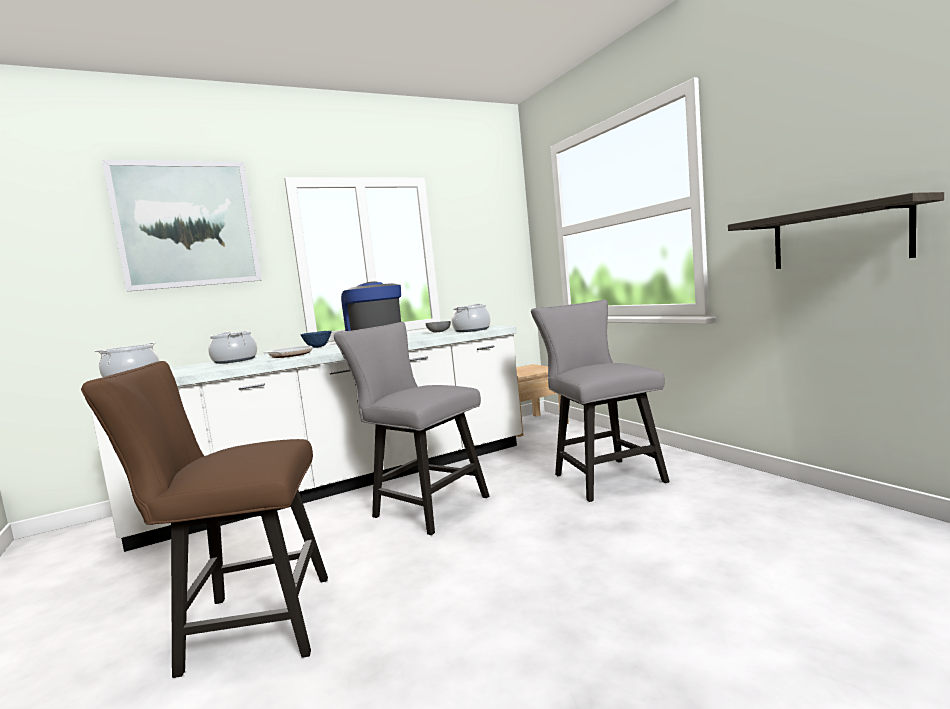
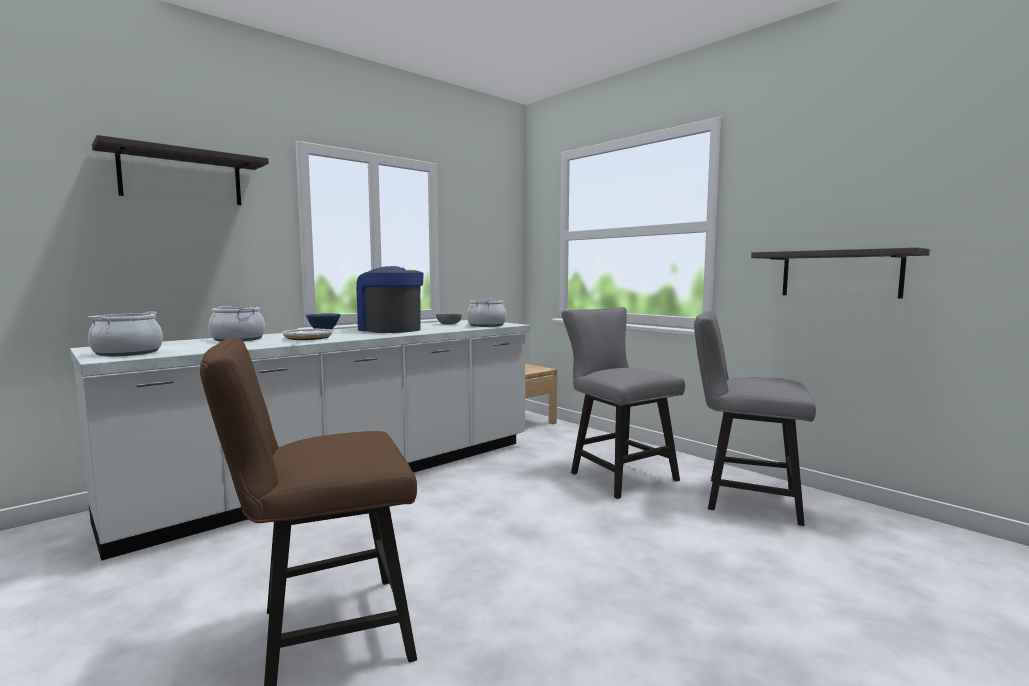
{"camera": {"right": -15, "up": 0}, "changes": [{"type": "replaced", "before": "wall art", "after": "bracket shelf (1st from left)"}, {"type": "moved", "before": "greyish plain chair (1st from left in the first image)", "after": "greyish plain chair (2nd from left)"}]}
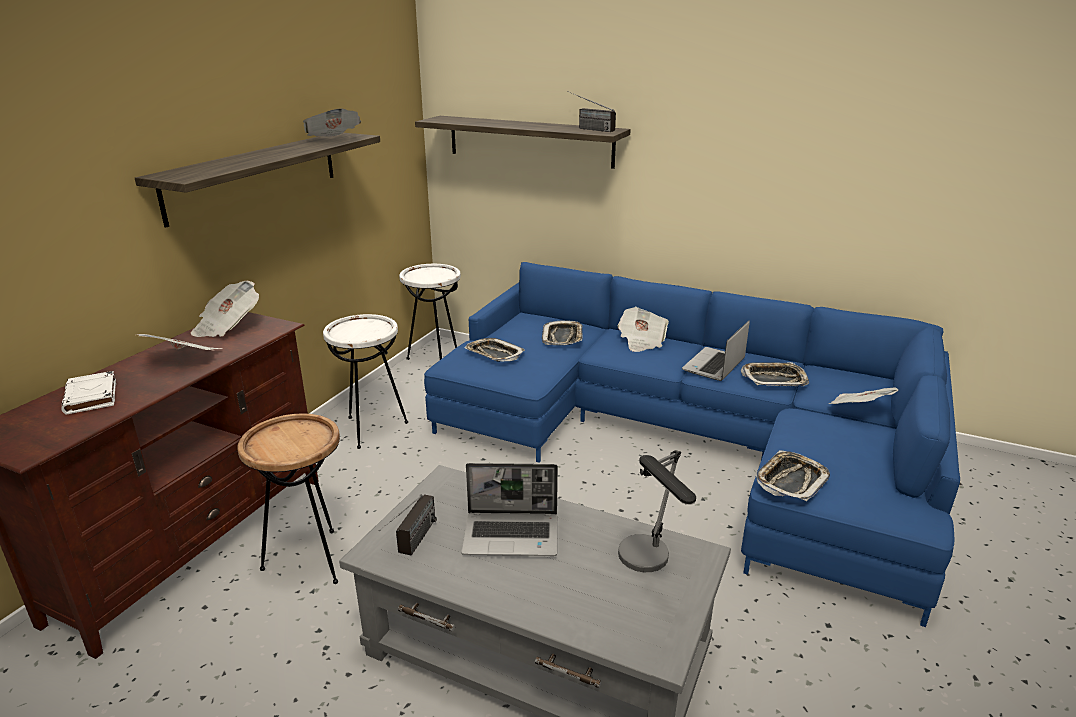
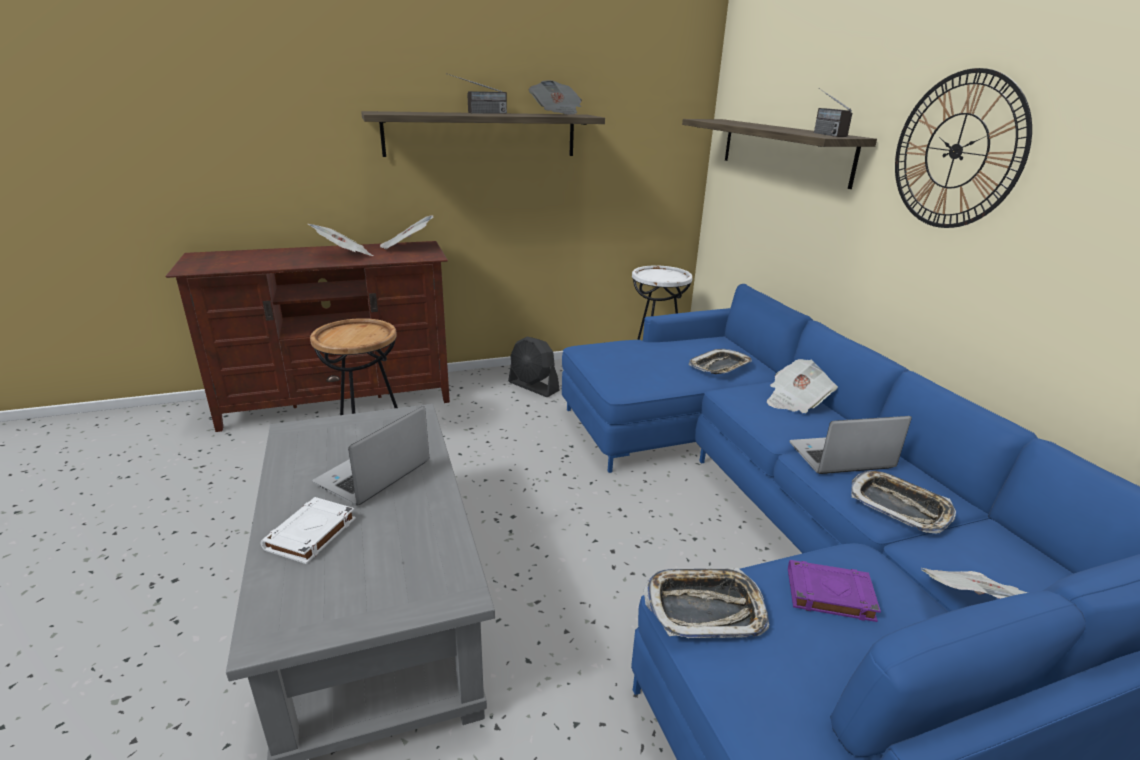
{"camera": {"right": 45, "up": 0}, "changes": [{"type": "moved", "before": "whitish volume"}, {"type": "replaced", "before": "whitish accent table (1st from left)", "after": "black cooling fan"}, {"type": "moved", "before": "radio set (1st from left)"}, {"type": "turned", "before": "notebook computer (1st from left)", "turn": 75}, {"type": "removed", "before": "carrying tray (1st from left)"}, {"type": "removed", "before": "lamp for a table"}, {"type": "added", "after": "purple-coloured volume"}, {"type": "added", "after": "hanging clock"}]}
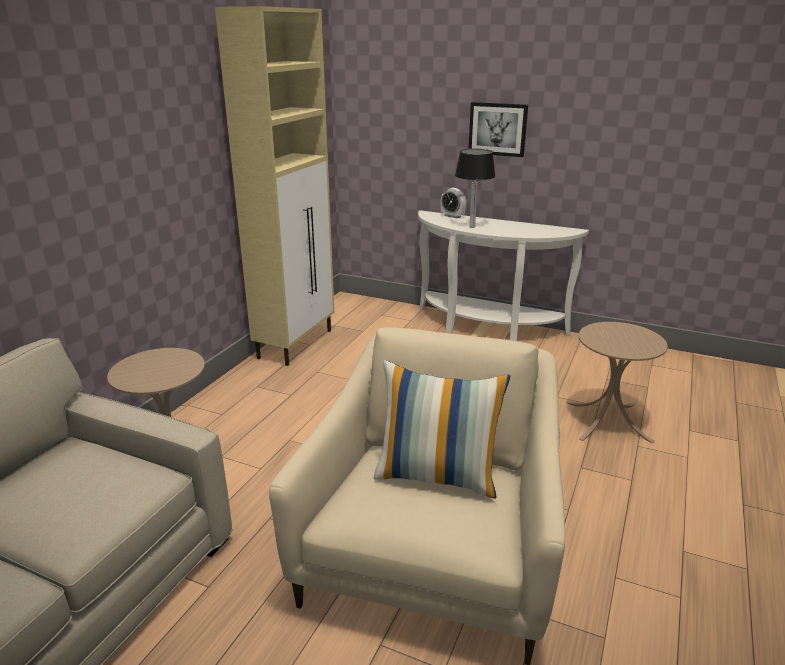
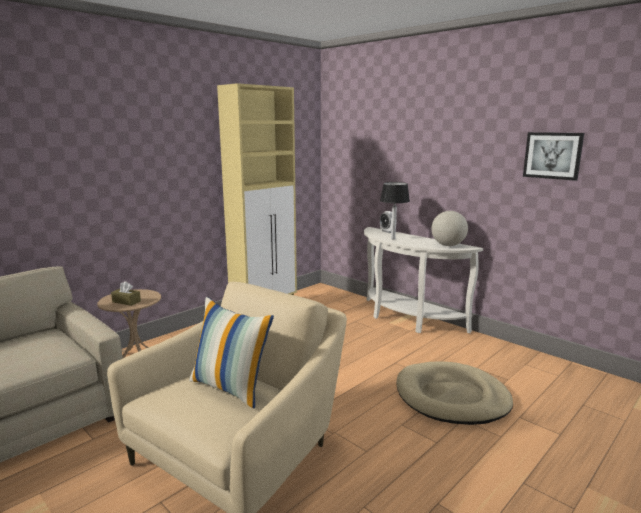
{"camera": {"right": 20, "up": -10}, "changes": [{"type": "moved", "before": "wall art"}, {"type": "replaced", "before": "beige-coloured accent table (2nd from left)", "after": "beige-coloured dog bed"}, {"type": "added", "after": "brownish tissue box"}, {"type": "added", "after": "desk globe"}]}
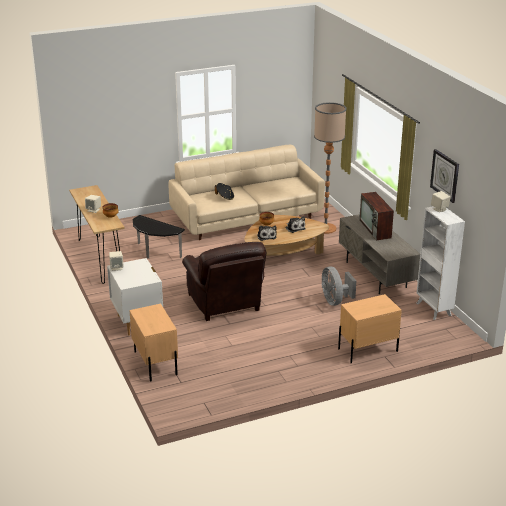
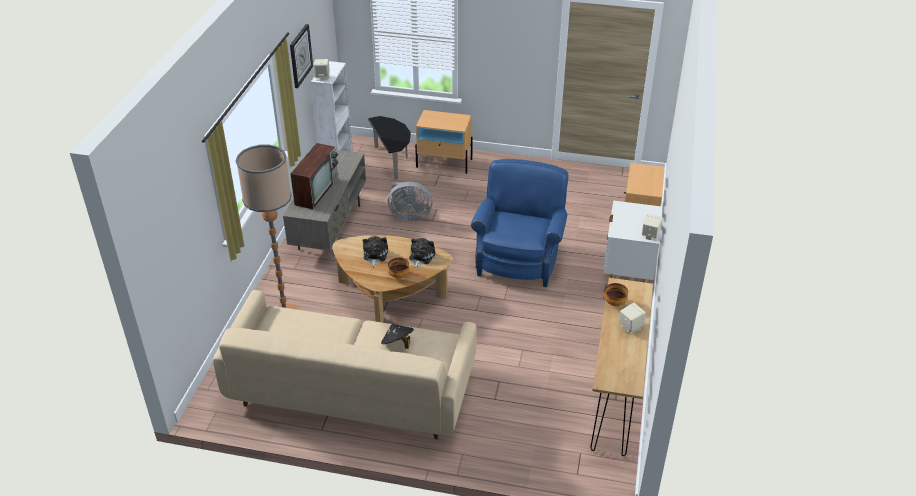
{"camera": {"right": -145, "up": 10}, "changes": [{"type": "moved", "before": "accent table"}, {"type": "recoloured", "before": "brownish easy chair", "after": "bluish easy chair"}, {"type": "turned", "before": "greyish cooling fan", "turn": 75}]}
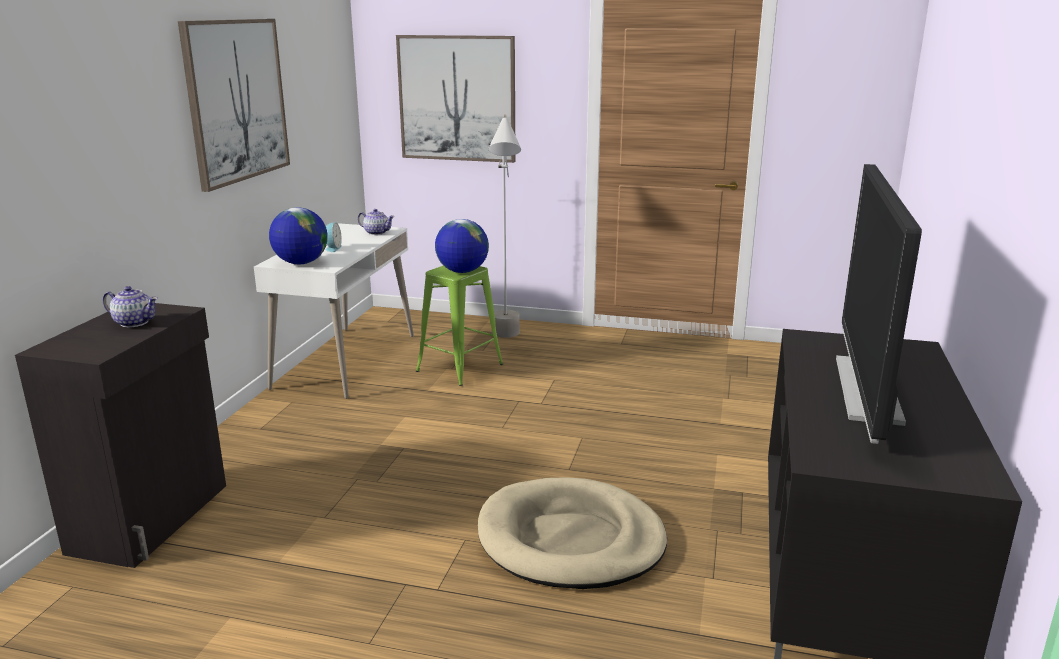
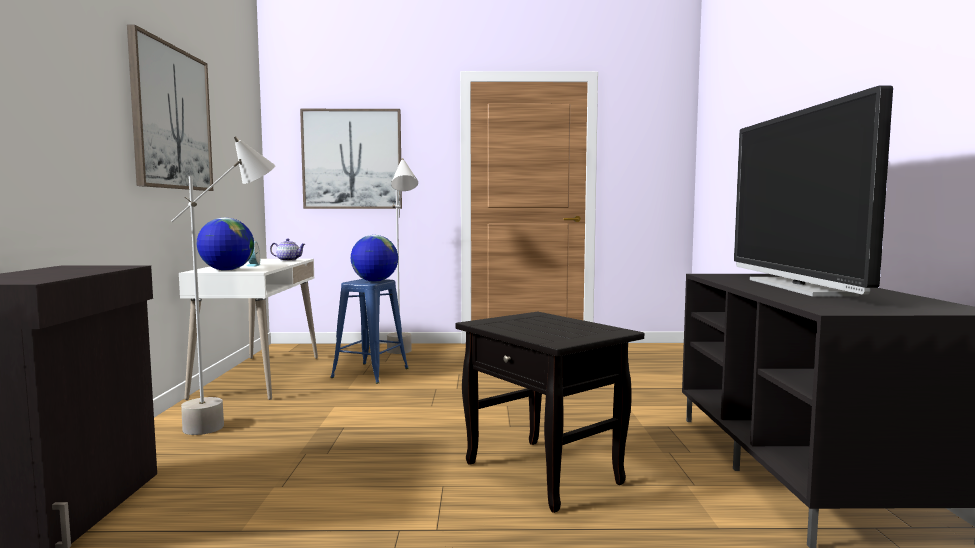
{"camera": {"right": -15, "up": -15}, "changes": [{"type": "removed", "before": "tea pot (1st from left)"}, {"type": "recoloured", "before": "green-coloured stool", "after": "bluish stool"}, {"type": "replaced", "before": "beige-coloured dog bed", "after": "black accent table"}, {"type": "added", "after": "greyish standard lamp (1st from left)"}]}
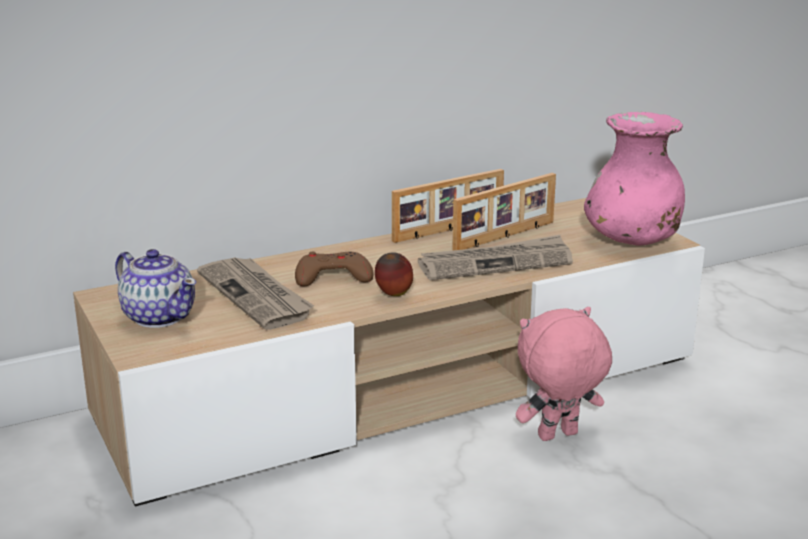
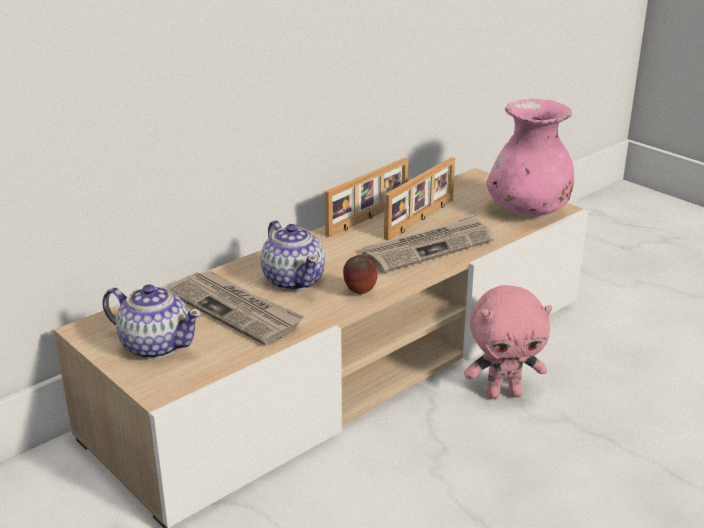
{"camera": {"right": -15, "up": 5}, "changes": [{"type": "replaced", "before": "brownish game controller", "after": "tea pot (2nd from left)"}, {"type": "turned", "before": "pink soft toy", "turn": -150}]}
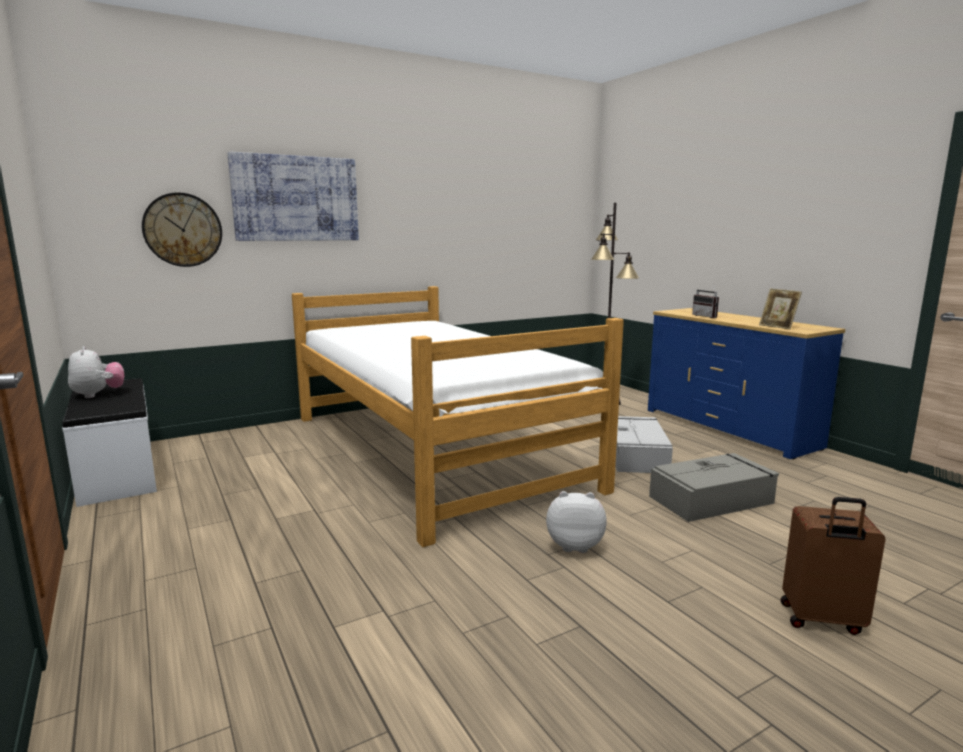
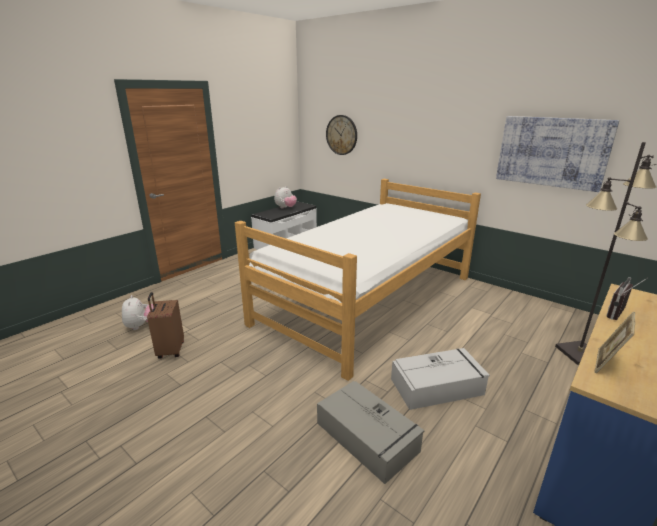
{"camera": {"right": 70, "up": 10}, "changes": [{"type": "moved", "before": "wall art"}, {"type": "moved", "before": "soft toy (2nd from left in the first image)", "after": "soft toy (1st from left)"}, {"type": "moved", "before": "brownish suitcase"}]}
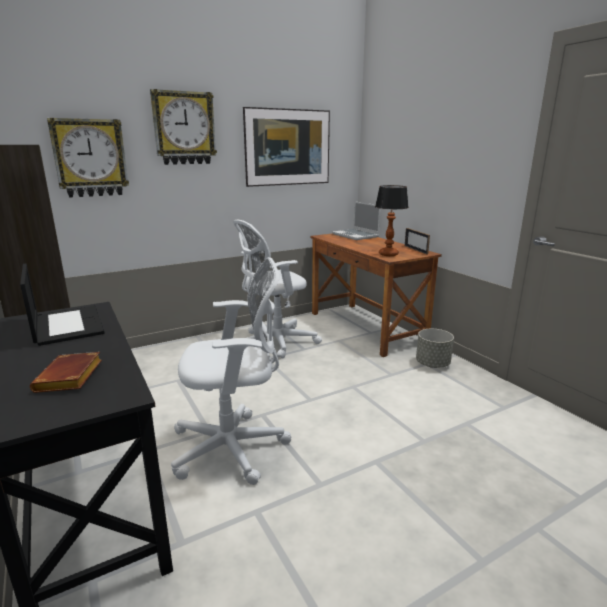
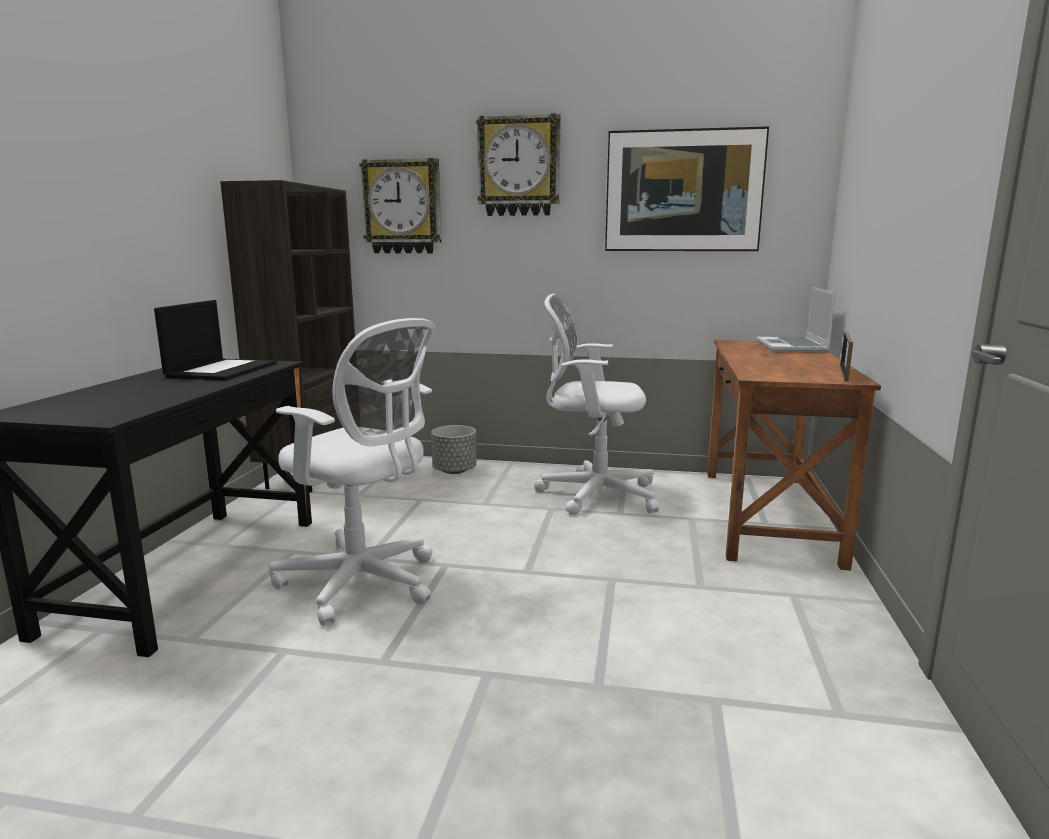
{"camera": {"right": 40, "up": -5}, "changes": [{"type": "removed", "before": "brownish volume"}, {"type": "removed", "before": "lamp for a table"}, {"type": "moved", "before": "greyish plant pot"}]}
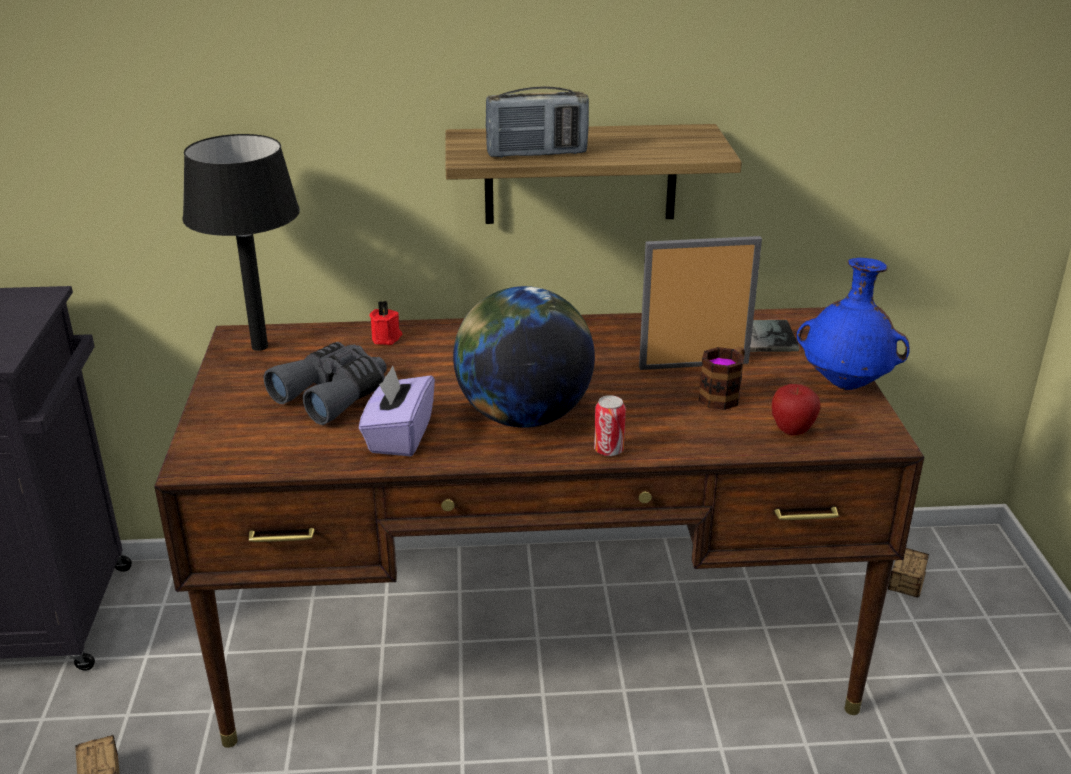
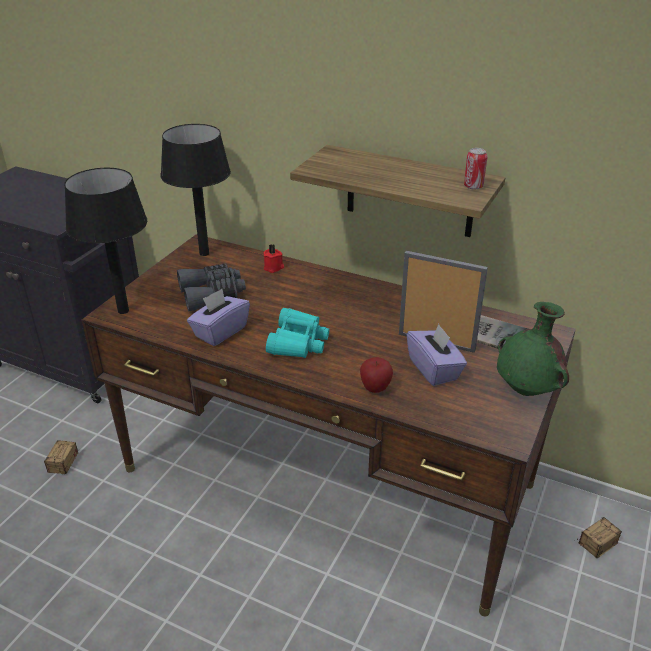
{"camera": {"right": 30, "up": 5}, "changes": [{"type": "replaced", "before": "desk globe", "after": "turquoise-coloured pair of binoculars"}, {"type": "removed", "before": "radio set"}, {"type": "moved", "before": "metal can"}, {"type": "replaced", "before": "coffee mug", "after": "purple-coloured tissue box (2nd from left)"}, {"type": "moved", "before": "whole apple"}, {"type": "recoloured", "before": "bluish flower vase", "after": "green-coloured flower vase"}, {"type": "added", "after": "black lamp for a table (1st from left)"}]}
